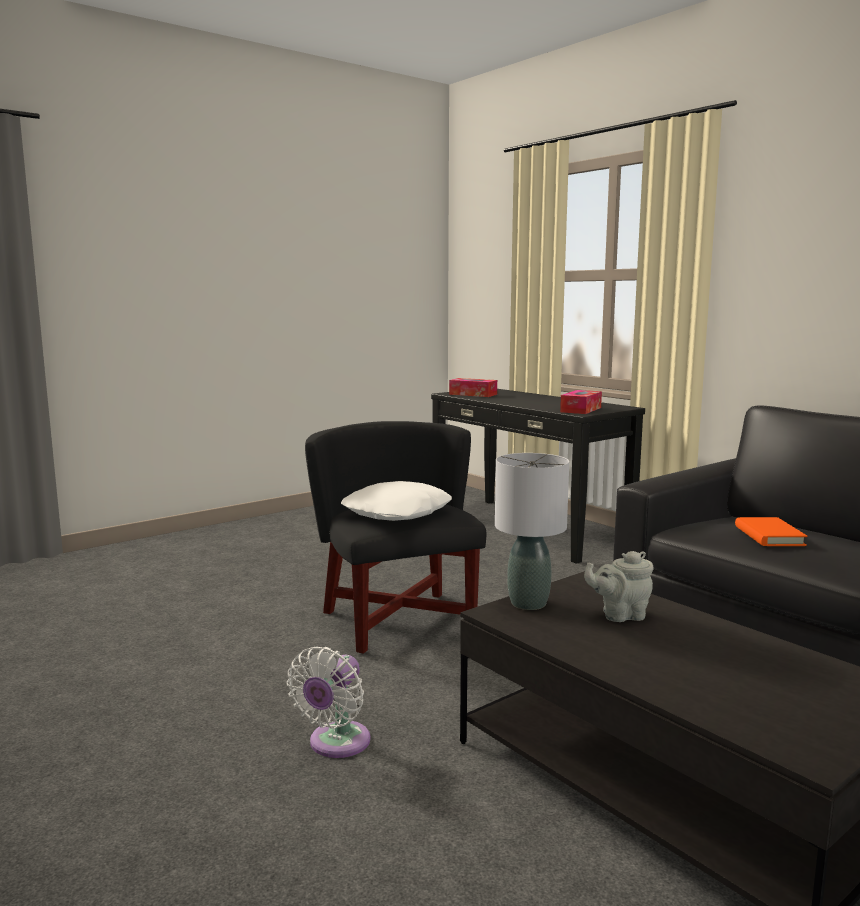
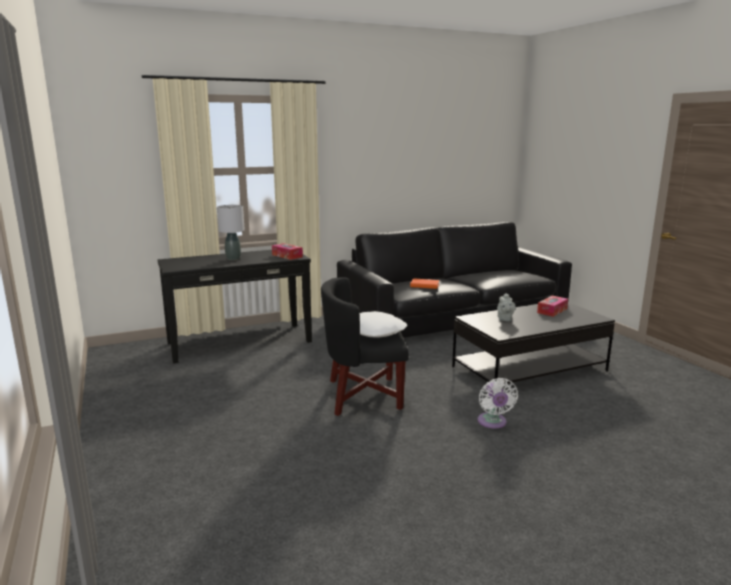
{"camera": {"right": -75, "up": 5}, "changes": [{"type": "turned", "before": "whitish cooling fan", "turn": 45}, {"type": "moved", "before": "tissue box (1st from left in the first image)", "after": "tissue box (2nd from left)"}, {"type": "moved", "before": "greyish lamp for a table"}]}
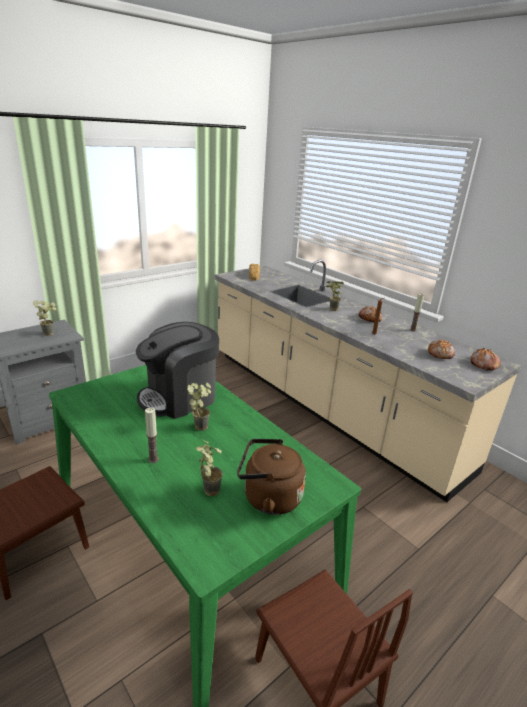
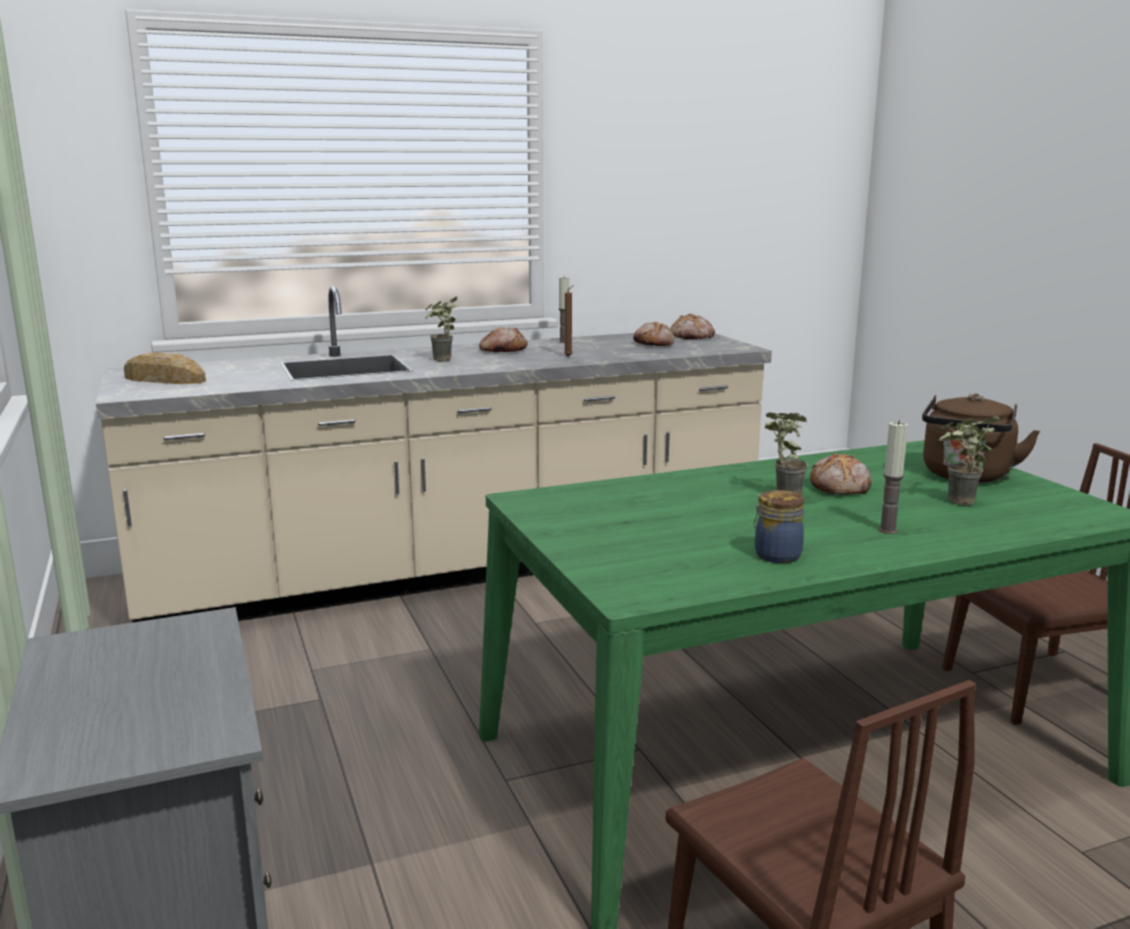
{"camera": {"right": -70, "up": -10}, "changes": [{"type": "removed", "before": "plant in a pot (1st from left)"}, {"type": "removed", "before": "coffee machine"}, {"type": "added", "after": "jar"}, {"type": "added", "after": "bread (5th from left)"}]}
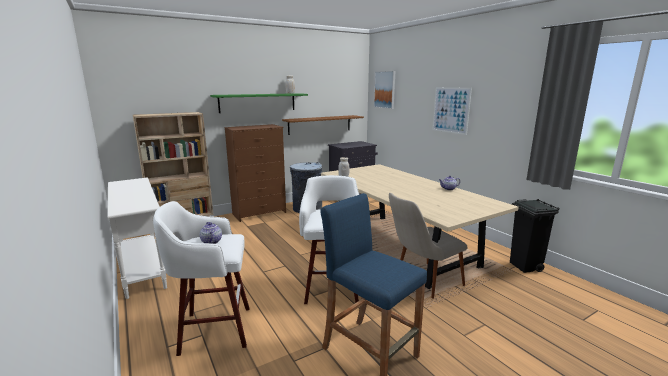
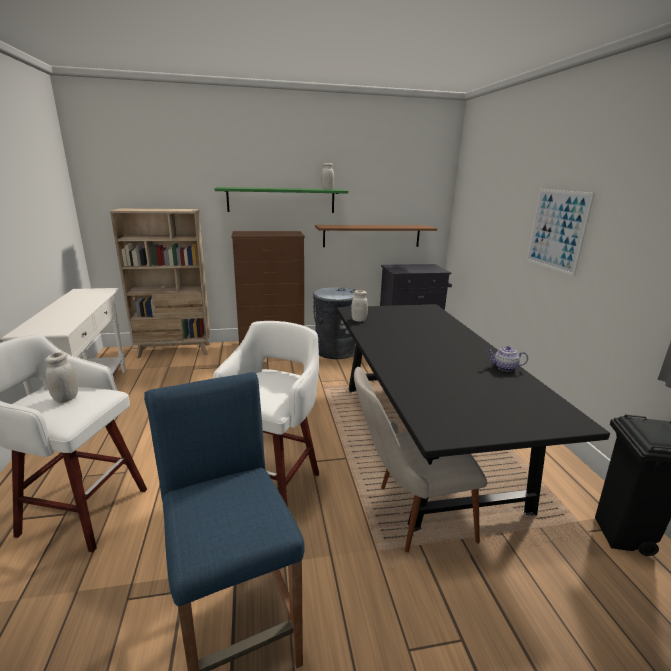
{"camera": {"right": 20, "up": 5}, "changes": [{"type": "replaced", "before": "tea pot (1st from left)", "after": "whitish jar (1st from left)"}, {"type": "recoloured", "before": "beige-coloured dinner table", "after": "black dinner table"}, {"type": "removed", "before": "wall art (1st from left)"}]}
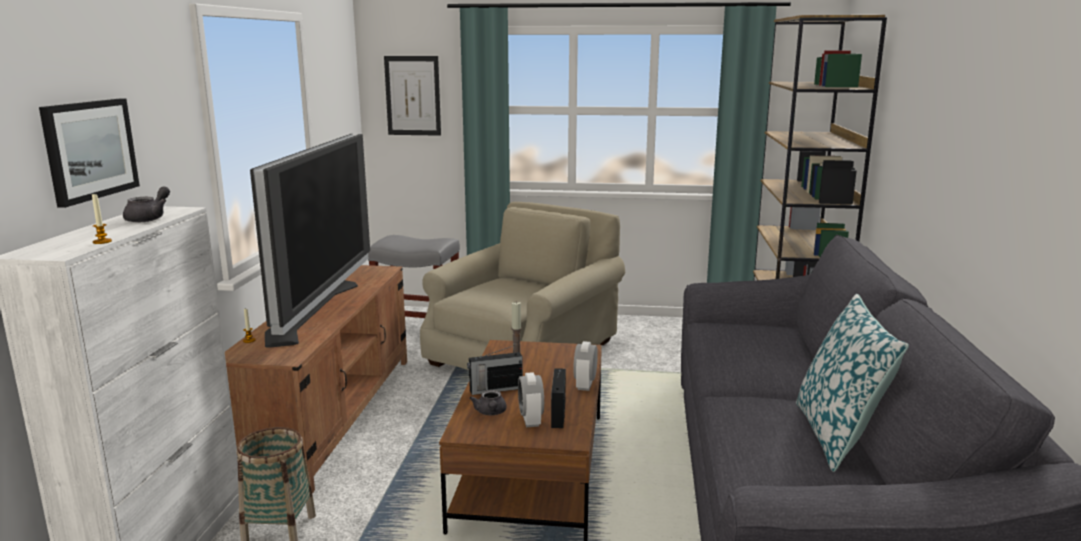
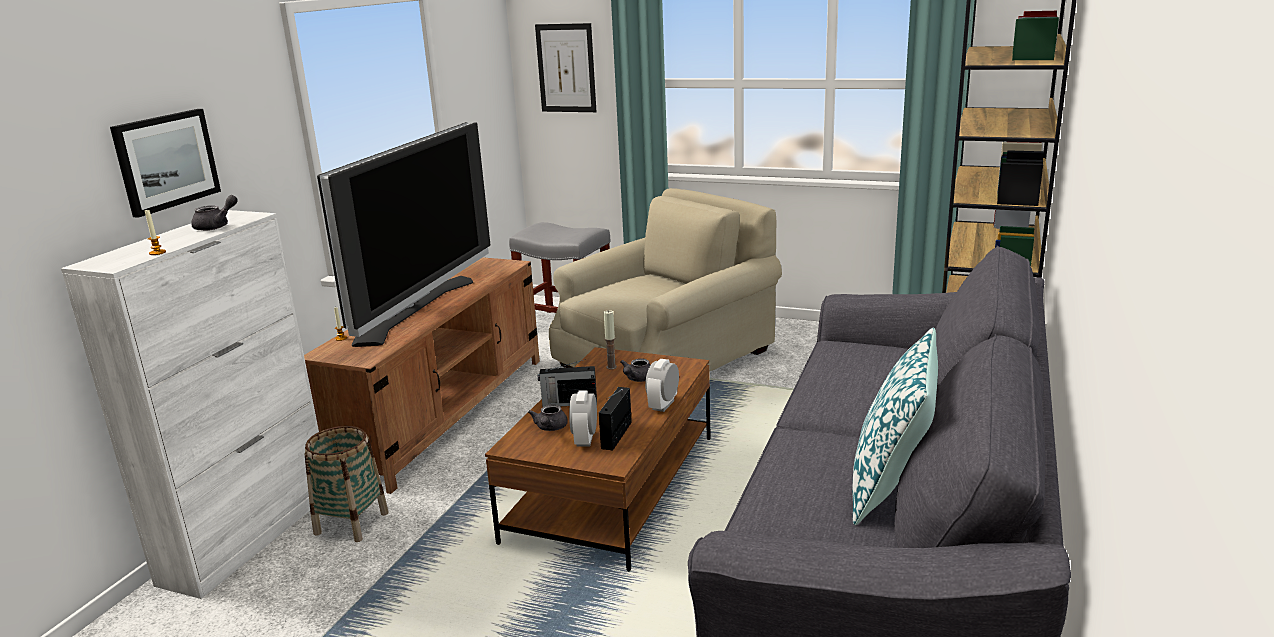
{"camera": {"right": 15, "up": 5}, "changes": [{"type": "added", "after": "greyish tea pot (3rd from left)"}]}
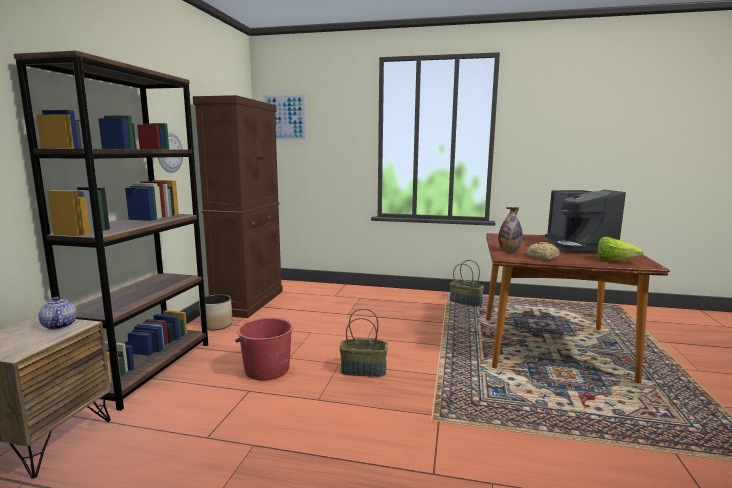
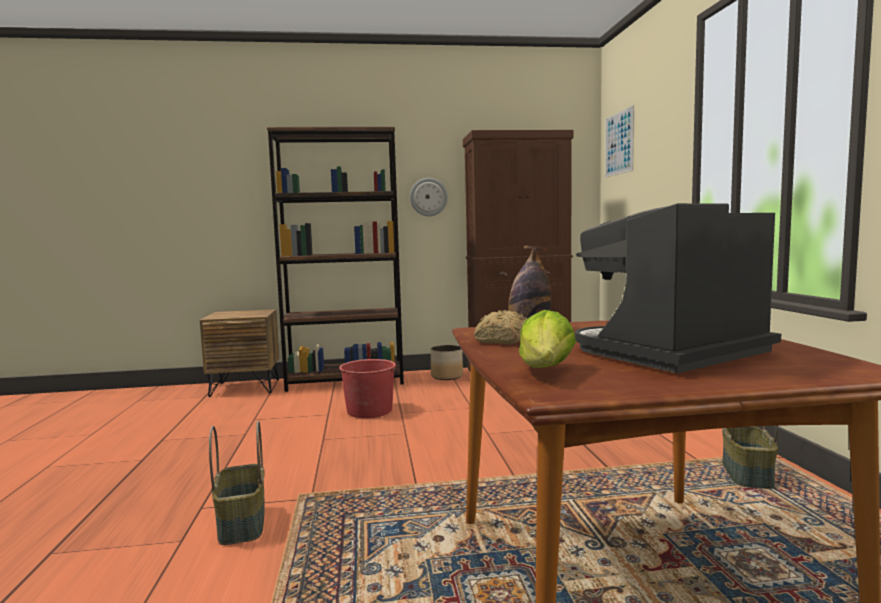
{"camera": {"right": 70, "up": -5}, "changes": [{"type": "removed", "before": "tea pot"}, {"type": "moved", "before": "household basket (1st from left)"}]}
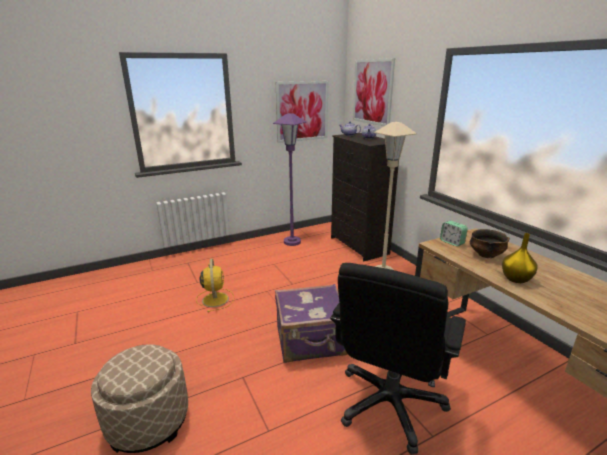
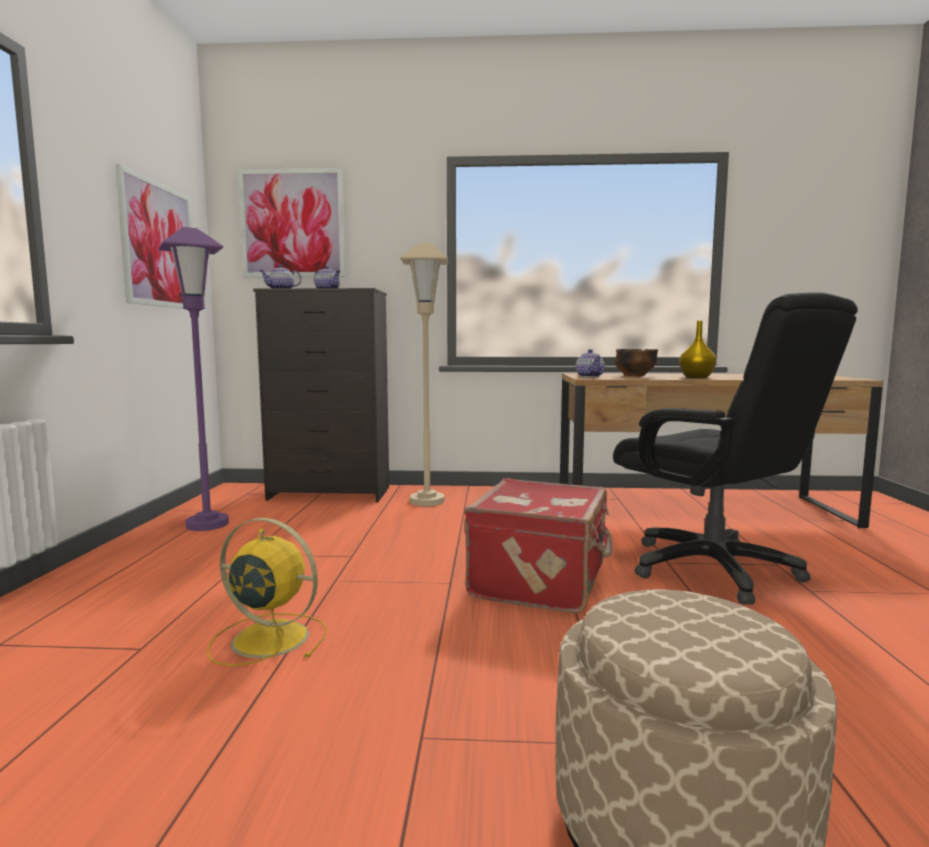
{"camera": {"right": -60, "up": -15}, "changes": [{"type": "recoloured", "before": "purple-coloured suitcase", "after": "red suitcase"}, {"type": "replaced", "before": "bedside clock", "after": "tea pot (3rd from left)"}]}
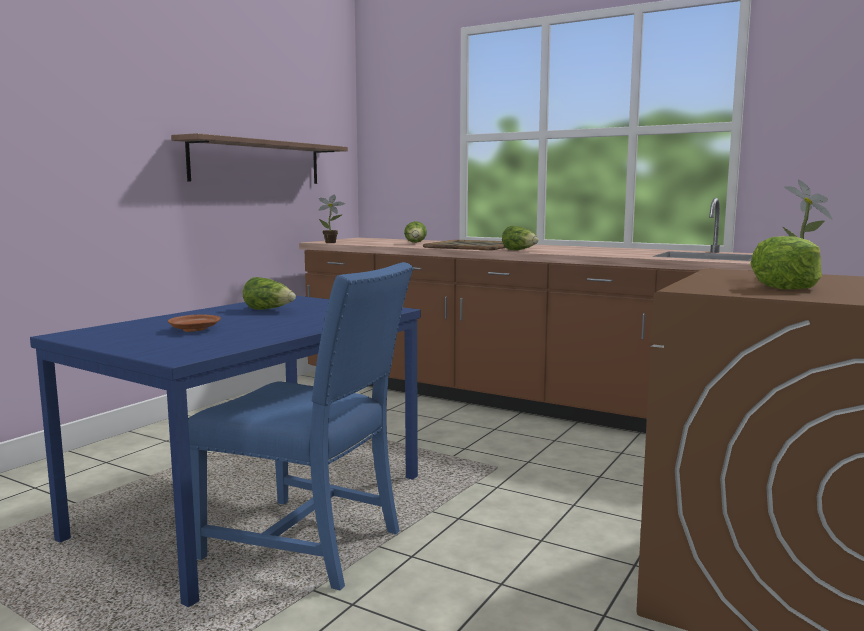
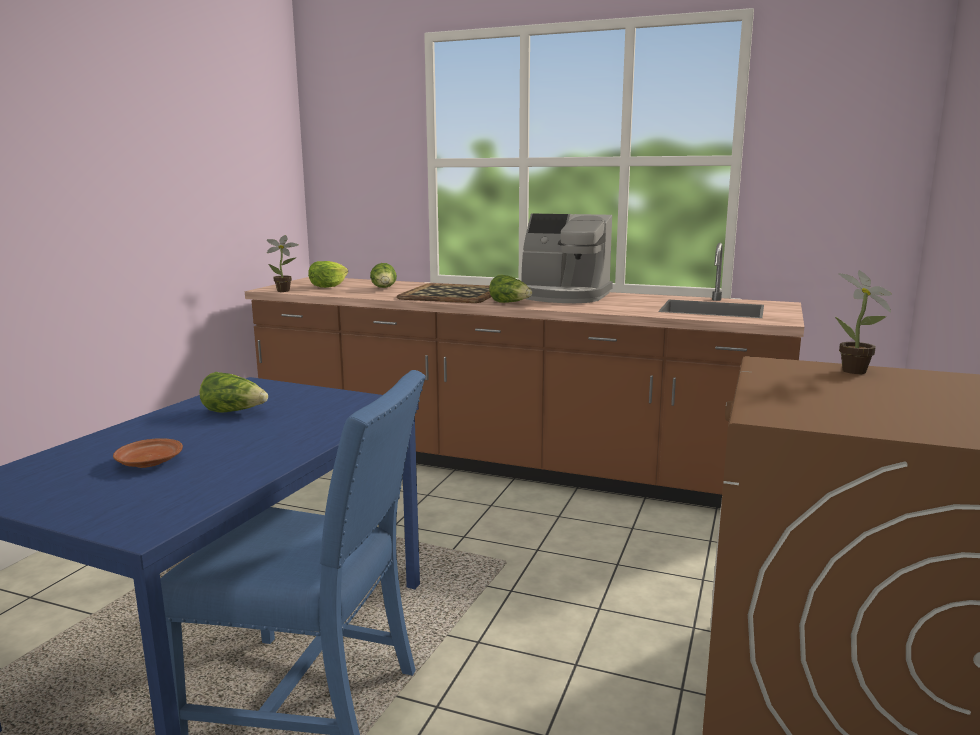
{"camera": {"right": -10, "up": 5}, "changes": [{"type": "removed", "before": "bracket shelf"}, {"type": "moved", "before": "lettuce head (4th from left in the first image)", "after": "lettuce head (2nd from left)"}, {"type": "added", "after": "coffee machine"}]}
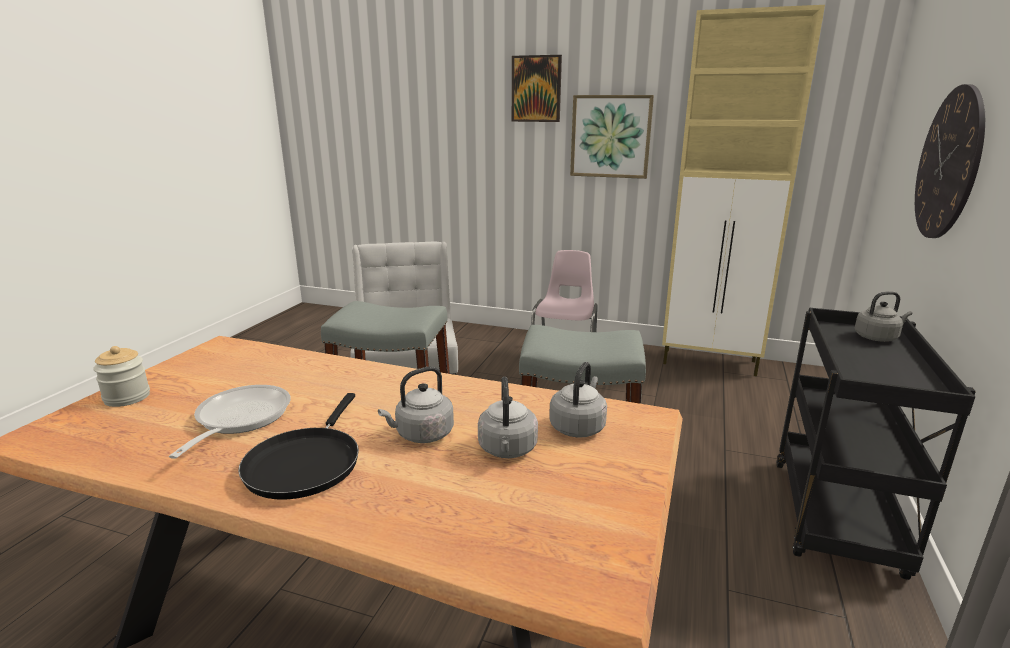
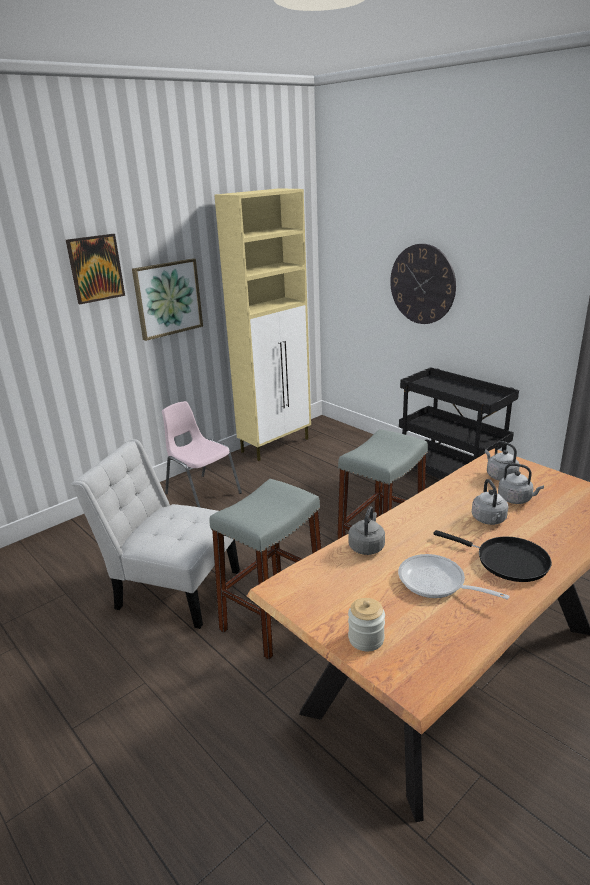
{"camera": {"right": -60, "up": 5}, "changes": [{"type": "moved", "before": "greyish tea kettle (4th from left in the first image)", "after": "greyish tea kettle (1st from left)"}]}
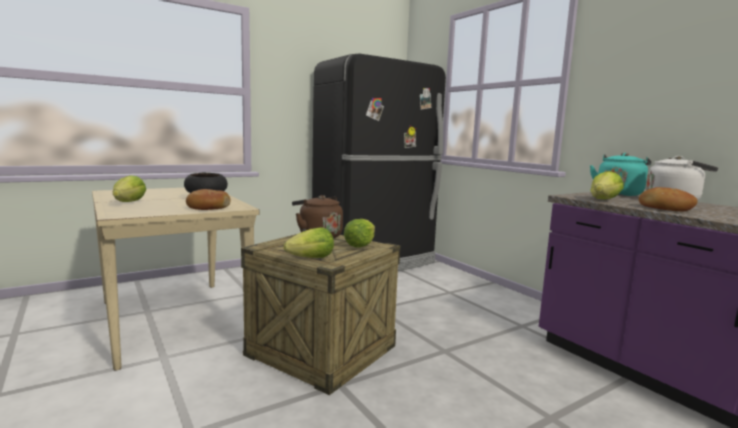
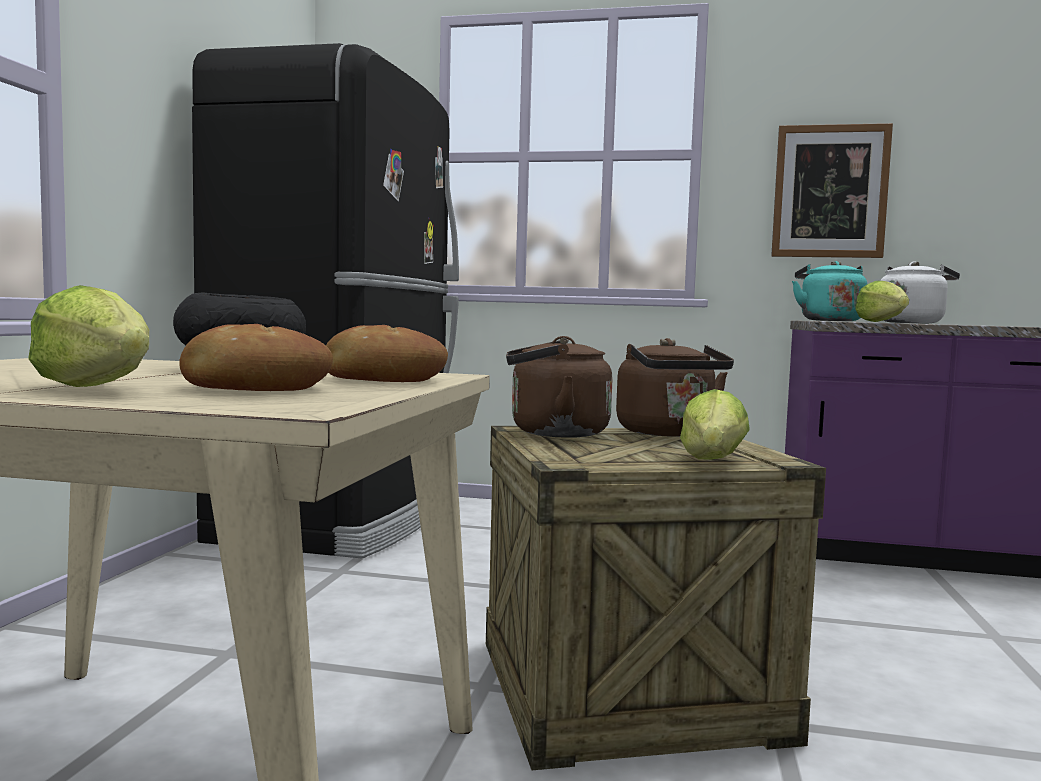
{"camera": {"right": -45, "up": -5}, "changes": [{"type": "replaced", "before": "lettuce head (3rd from left)", "after": "brownish tea kettle (2nd from left)"}, {"type": "moved", "before": "bread (2nd from left in the first image)", "after": "bread (1st from left)"}, {"type": "added", "after": "wall art"}]}
